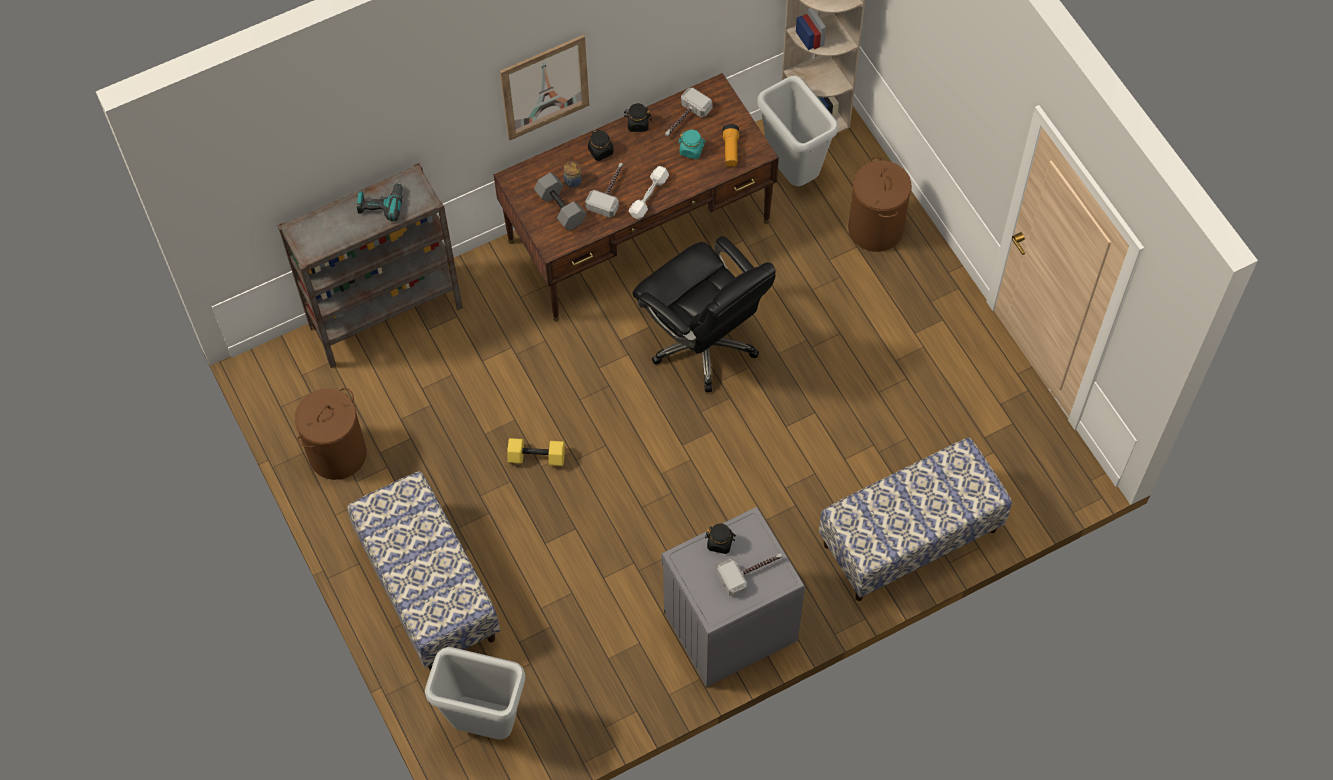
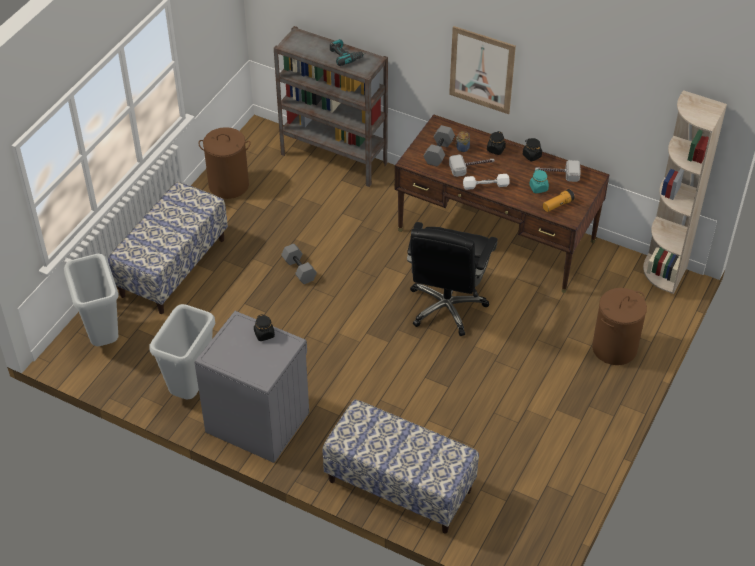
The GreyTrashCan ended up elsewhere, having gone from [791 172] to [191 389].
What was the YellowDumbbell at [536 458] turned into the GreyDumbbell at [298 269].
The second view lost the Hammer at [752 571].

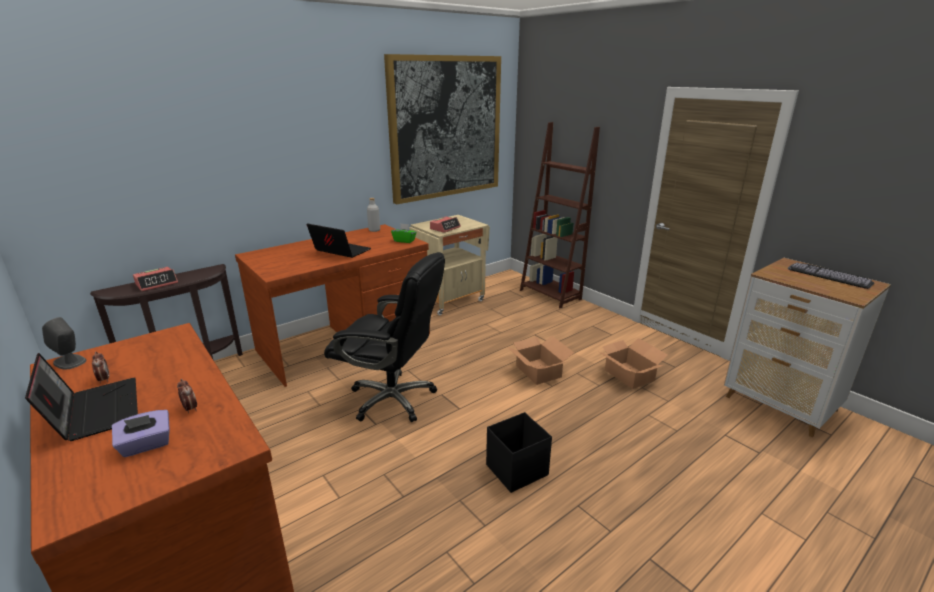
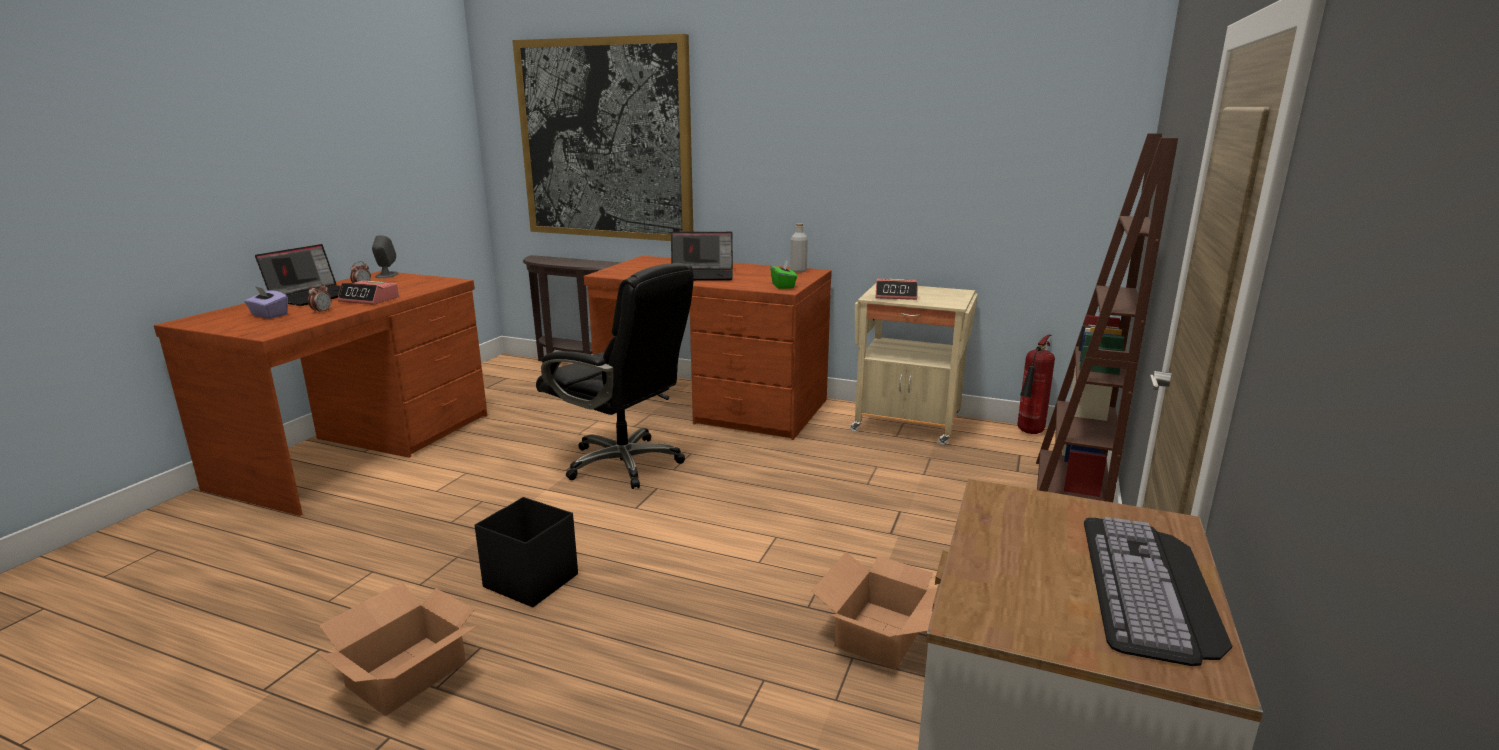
The Picture ended up elsewhere, having gone from [446 128] to [605 140].
The Laptop at [340 251] ended up facing another way, 90 degrees clockwise from before.
The BlackOfficeChair at [390 398] ended up facing another way, 45 degrees counterclockwise from before.
The AlarmClock ended up elsewhere, having gone from [157 283] to [369 299].
The CardboardBox ended up elsewhere, having gone from [538 372] to [405 674].
The second view gained the FireExtinguisher at [1029 433].

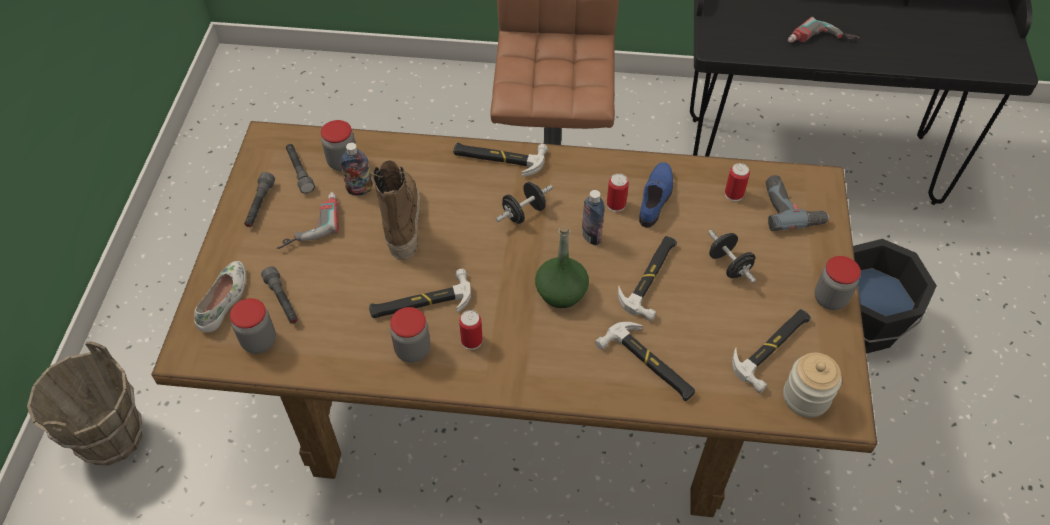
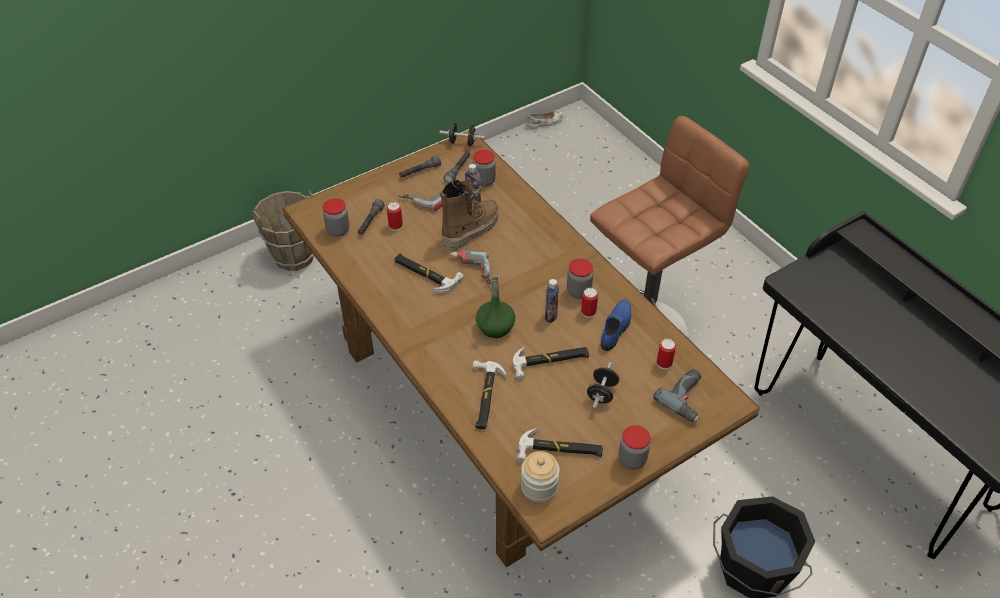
The PowerDrill ended up elsewhere, having gone from [821 42] to [471 272].
The second view lost the Hammer at [499 158].
The BlueShoe at [656 197] ended up facing another way, 45 degrees counterclockwise from before.
The BlackDumbbell ended up elsewhere, having gone from [524 213] to [462 142].
The WhiteShoe ended up elsewhere, having gone from [224 300] to [545 122].
The Jar ended up elsewhere, having gone from [413 350] to [578 291].
The Can ended up elsewhere, having gone from [471 341] to [395 226].

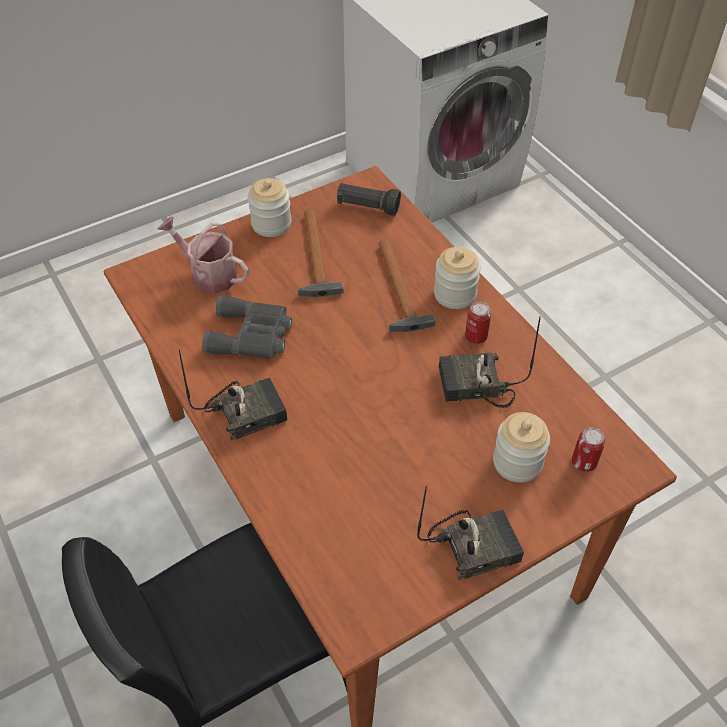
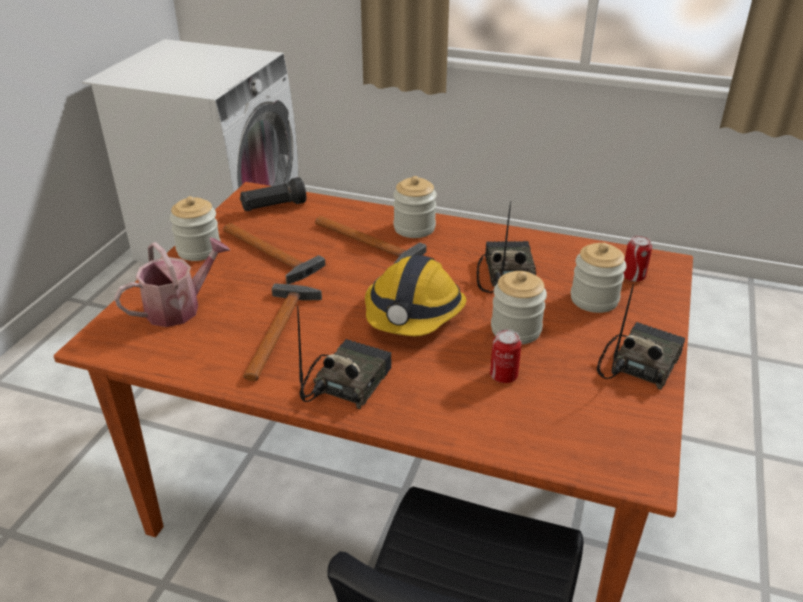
The WateringCan at [208 274] ended up facing another way, 150 degrees clockwise from before.
Where the GreyBinoculars stood at [252 336], the Hammer came to stand at [280 329].
The Can ended up elsewhere, having gone from [476 336] to [503 376].
The Radio at [474 387] ended up facing another way, 135 degrees clockwise from before.
The second view gained the HardHat at [414 313].
The second view gained the Jar at [516 330].

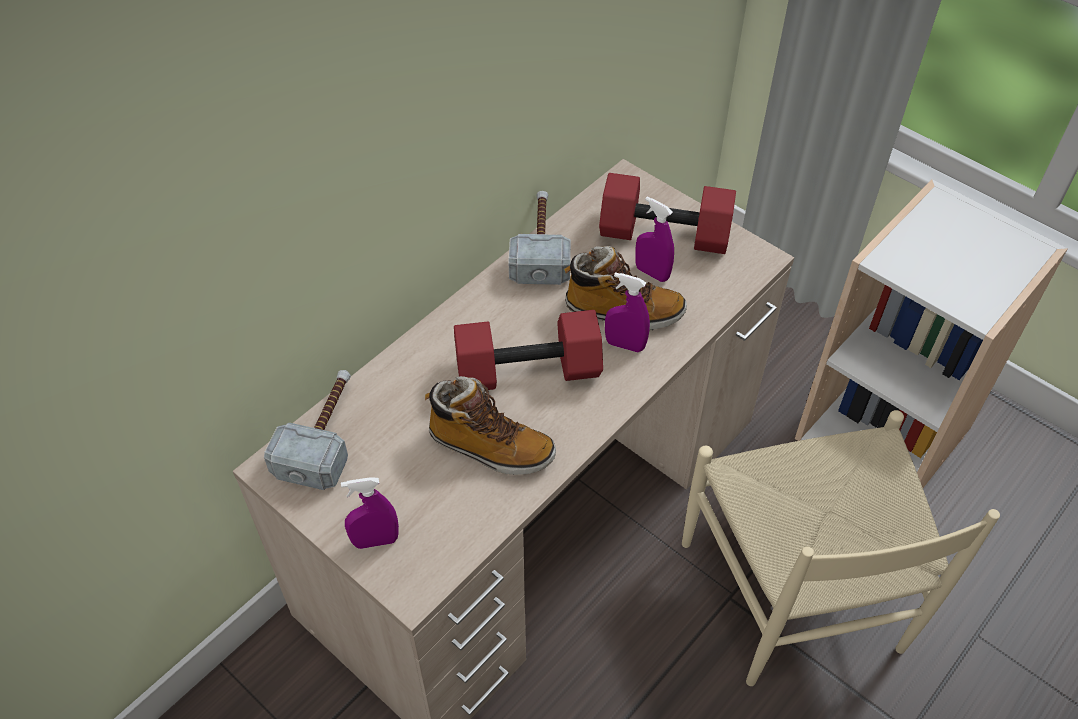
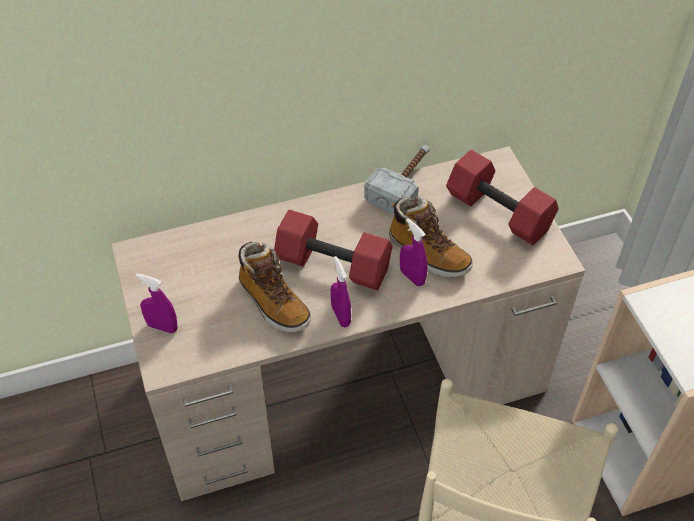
The PurpleSprayBottle ended up elsewhere, having gone from [652 273] to [340 316].
The second view lost the Hammer at [324 434].

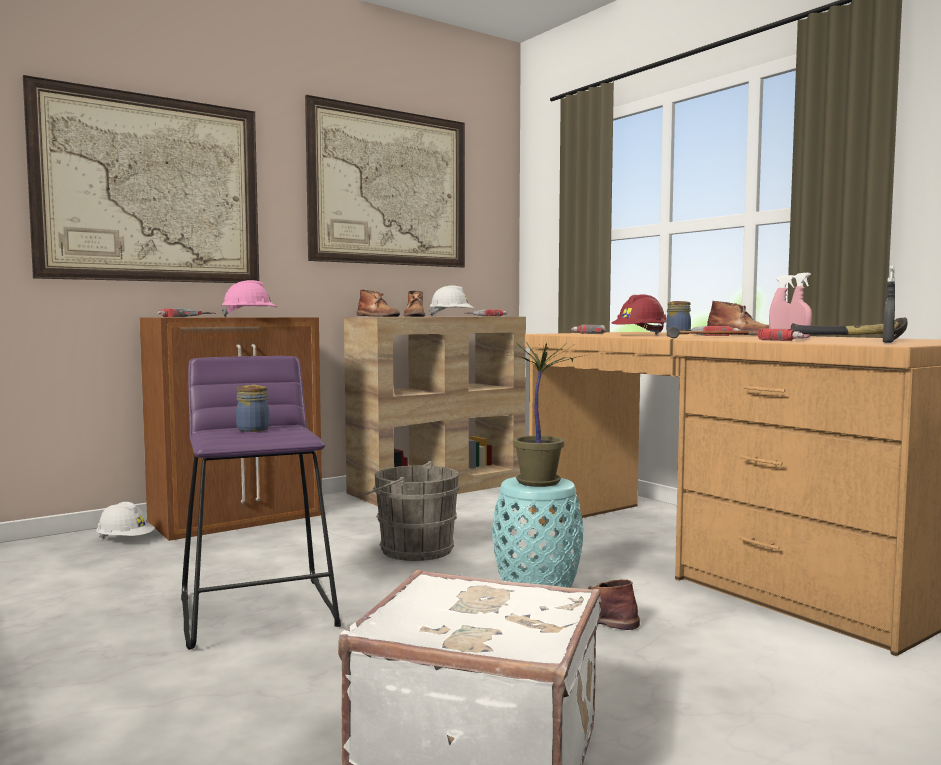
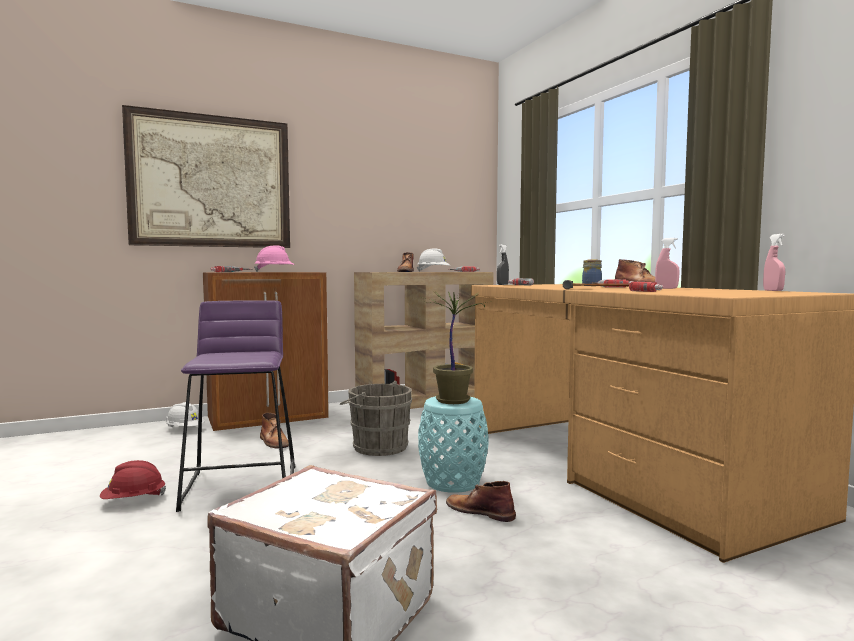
The second view lost the Picture at [389 188].
The GreySprayBottle ended up elsewhere, having gone from [888 342] to [502 284].
The PinkSprayBottle ended up elsewhere, having gone from [799 338] to [773 290].
The BrownBoot ended up elsewhere, having gone from [377 316] to [274 442].
The RedHardHat ended up elsewhere, having gone from [639 335] to [133 500].
The second view lost the Hammer at [849 340].
The second view lost the Jar at [254 429].

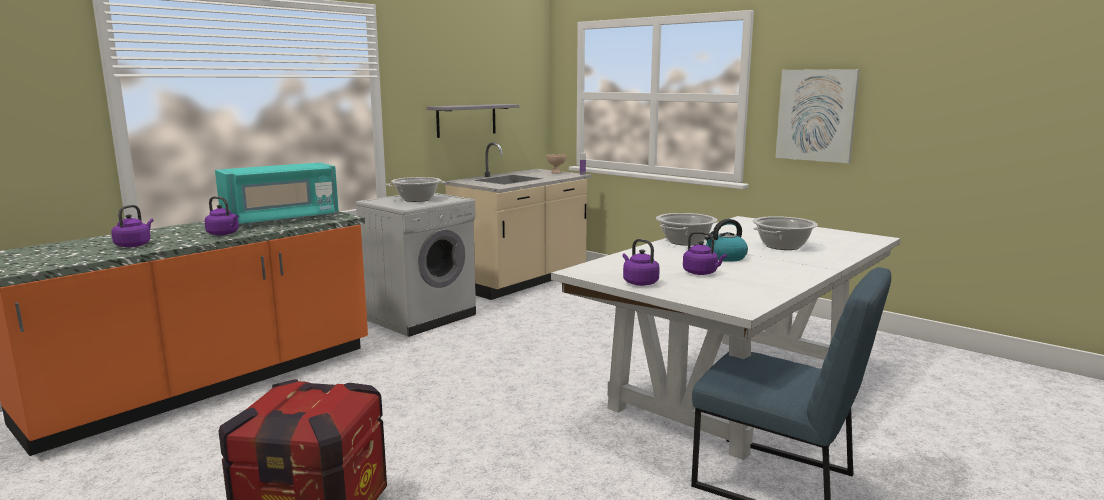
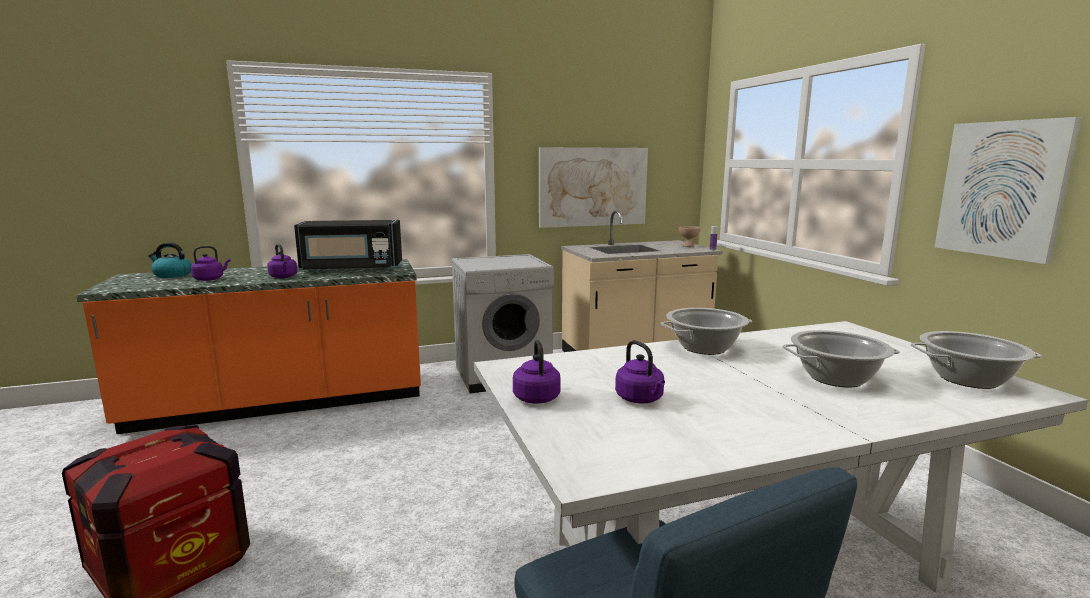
Where the GreyShelf hung at [466 120], the Picture came to hang at [593 187].
What was the TurquoiseMicrowave at [282 220] turned into the BlackMicrowave at [352 269].
The CookingPot ended up elsewhere, having gone from [417 199] to [968 379].
The Kettle ended up elsewhere, having gone from [725 257] to [172 275].

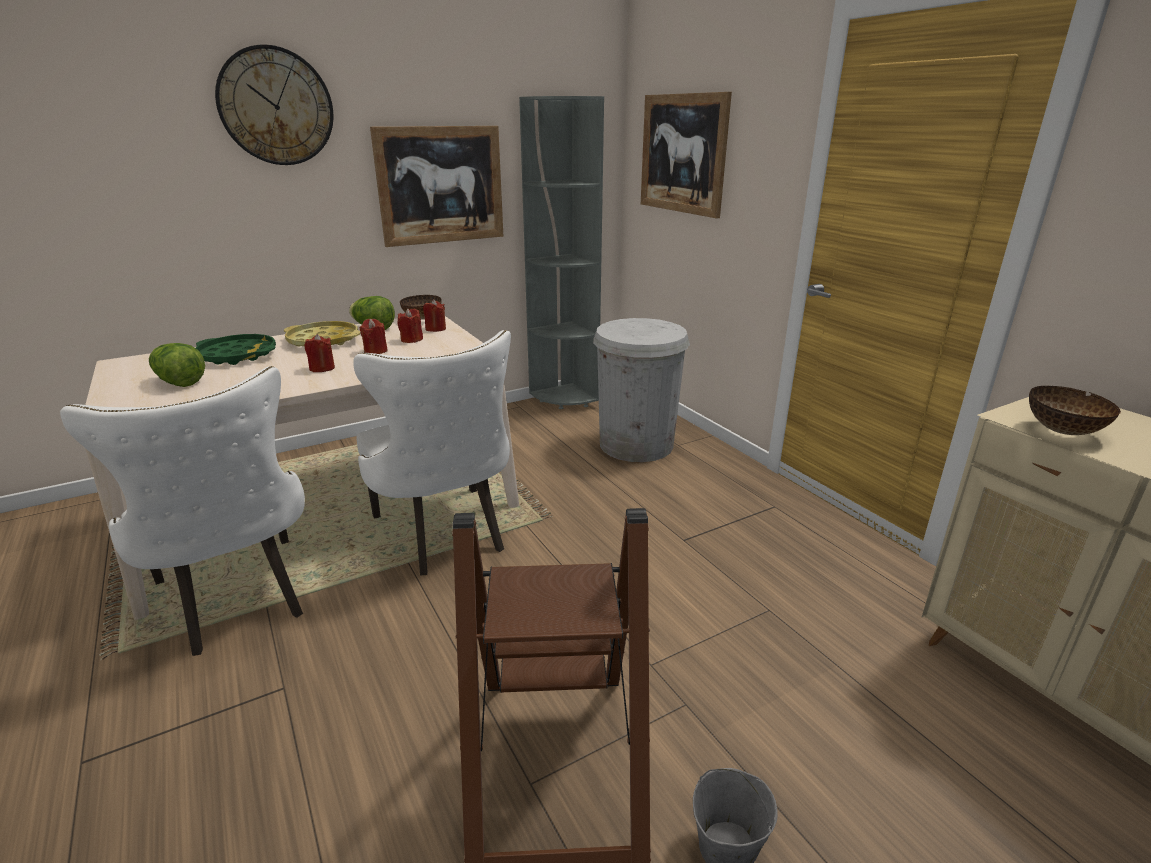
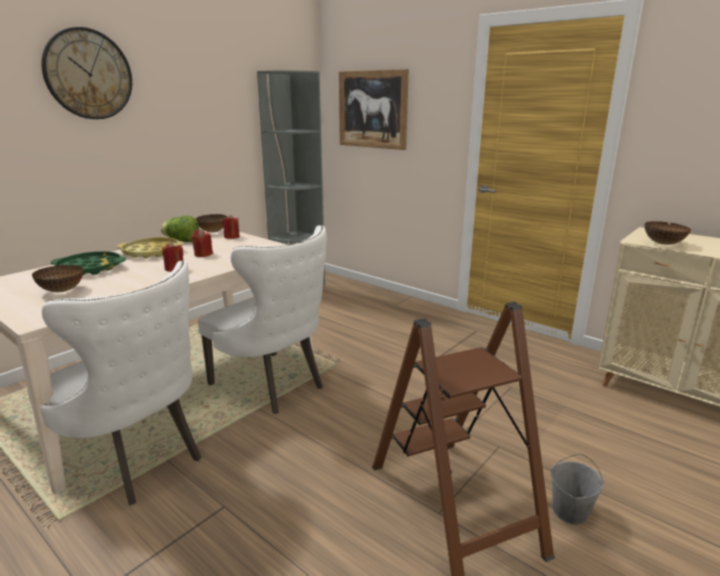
The second view lost the Picture at [441 185].
The second view lost the RedCandle at [411 339].
The second view lost the WhiteTrashCan at [636 444].
Where the Lettuce stood at [179 382], the Bowl came to stand at [62 291].

